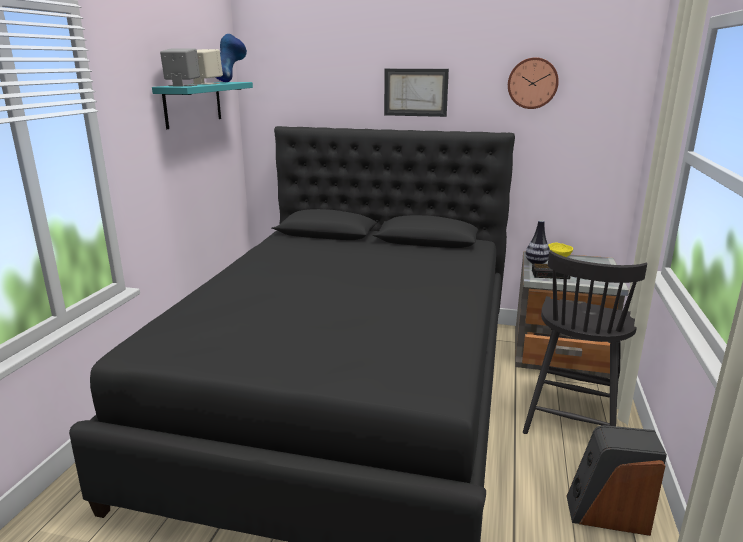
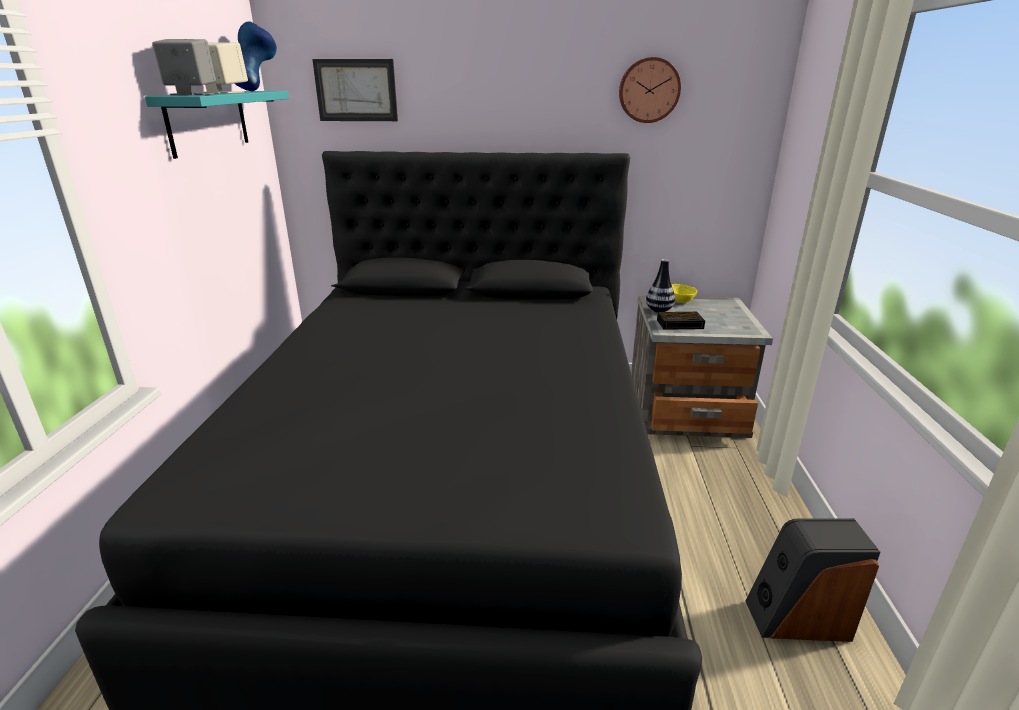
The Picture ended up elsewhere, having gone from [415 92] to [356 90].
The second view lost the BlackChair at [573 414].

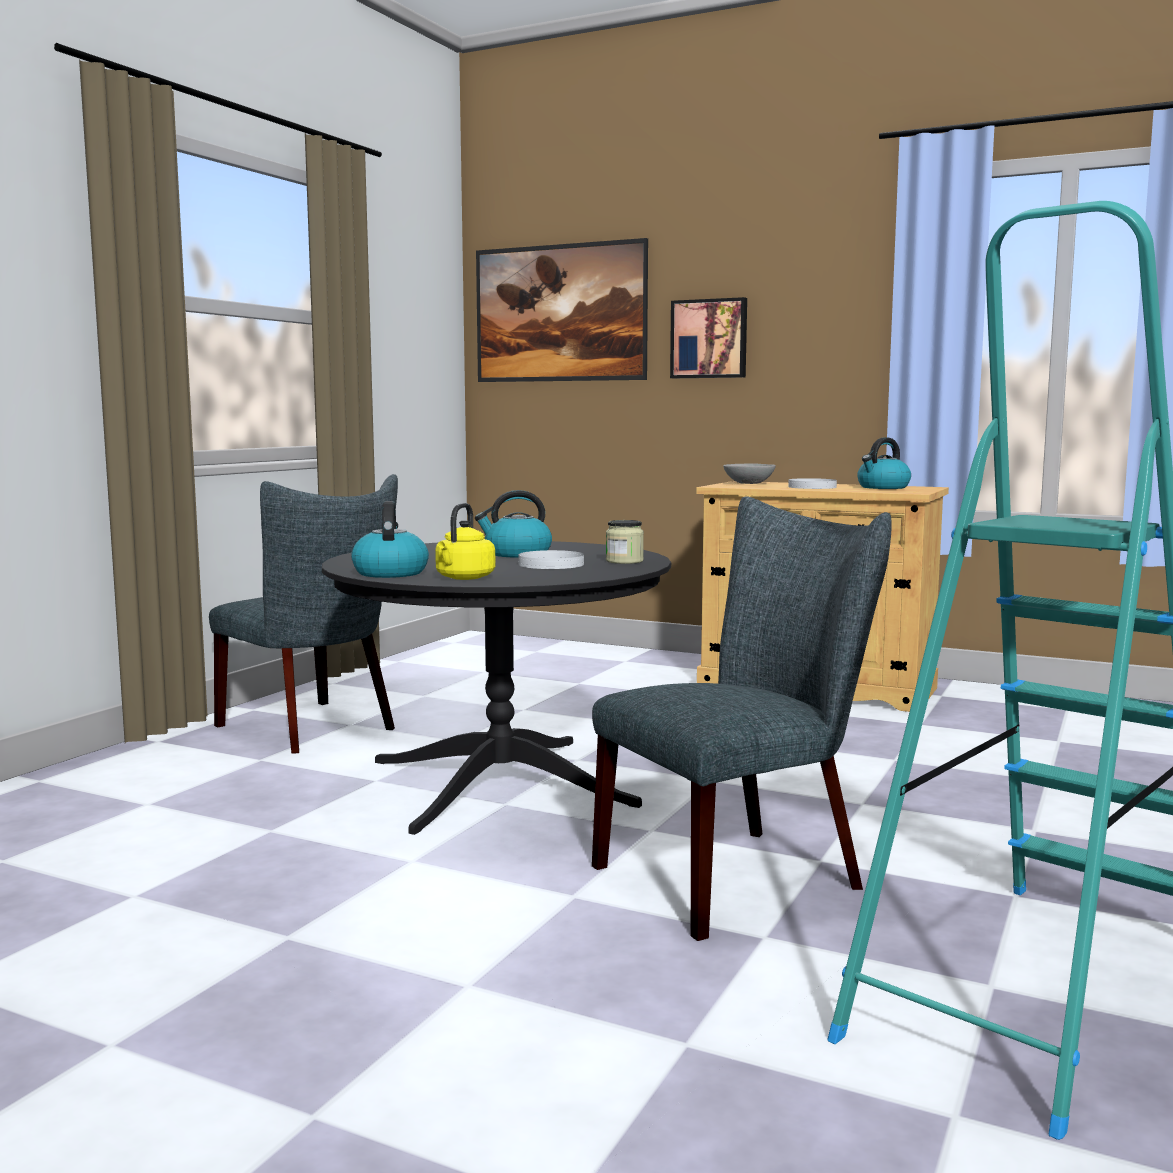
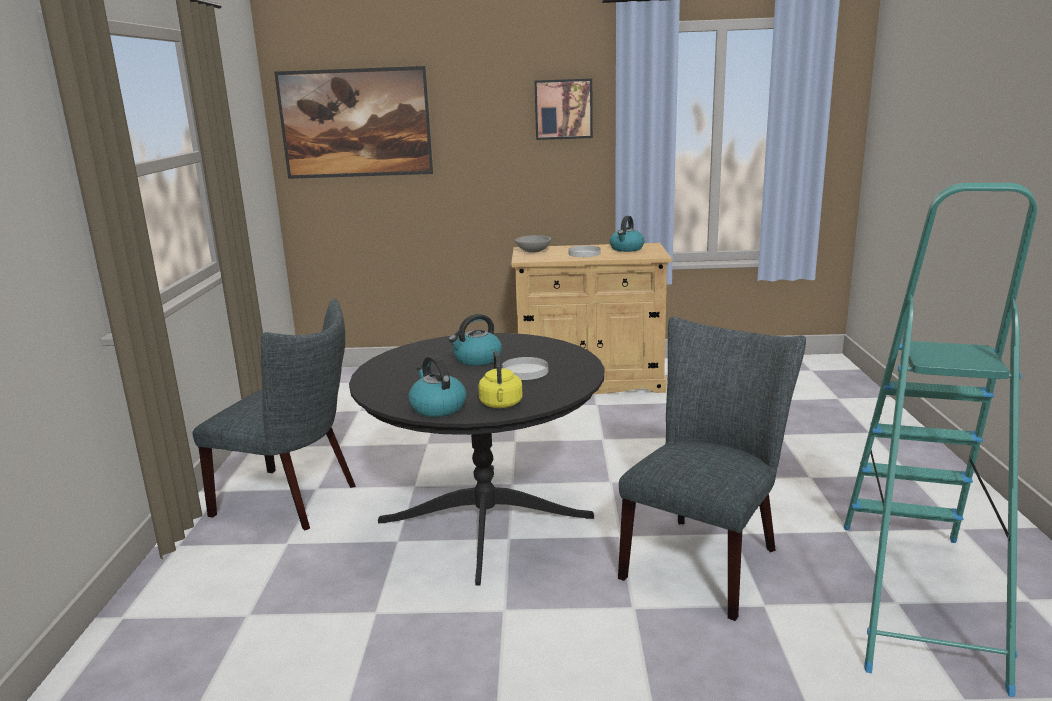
The Picture ended up elsewhere, having gone from [709 339] to [563 109].
The second view lost the Jar at [624 561].

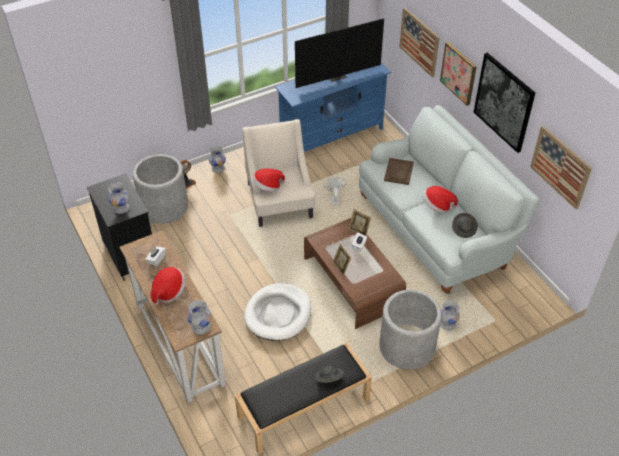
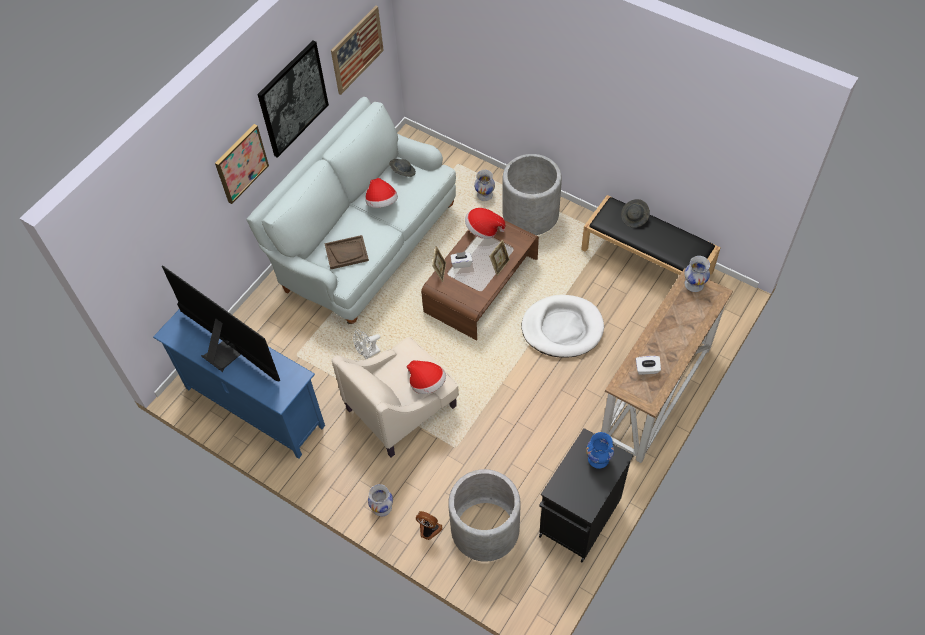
The second view lost the Picture at [419 42].
What was the WhiteVase at [121 208] turned into the BlueVase at [598 459].
The Hat ended up elsewhere, having gone from [168 291] to [483 230].

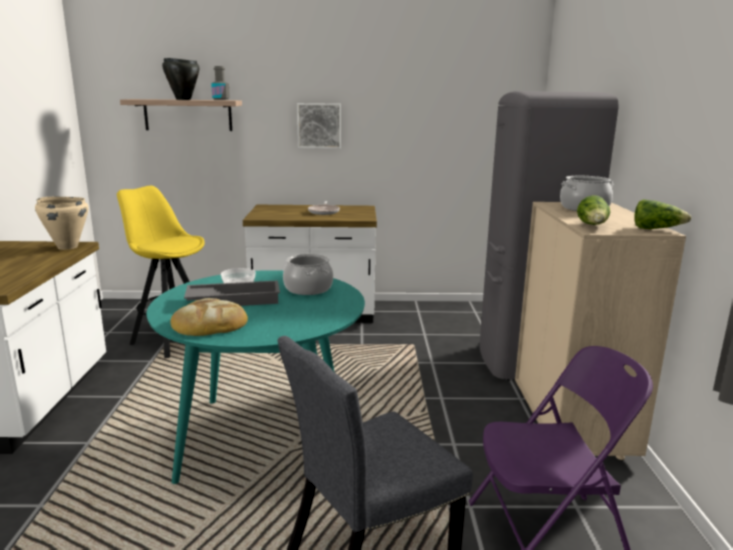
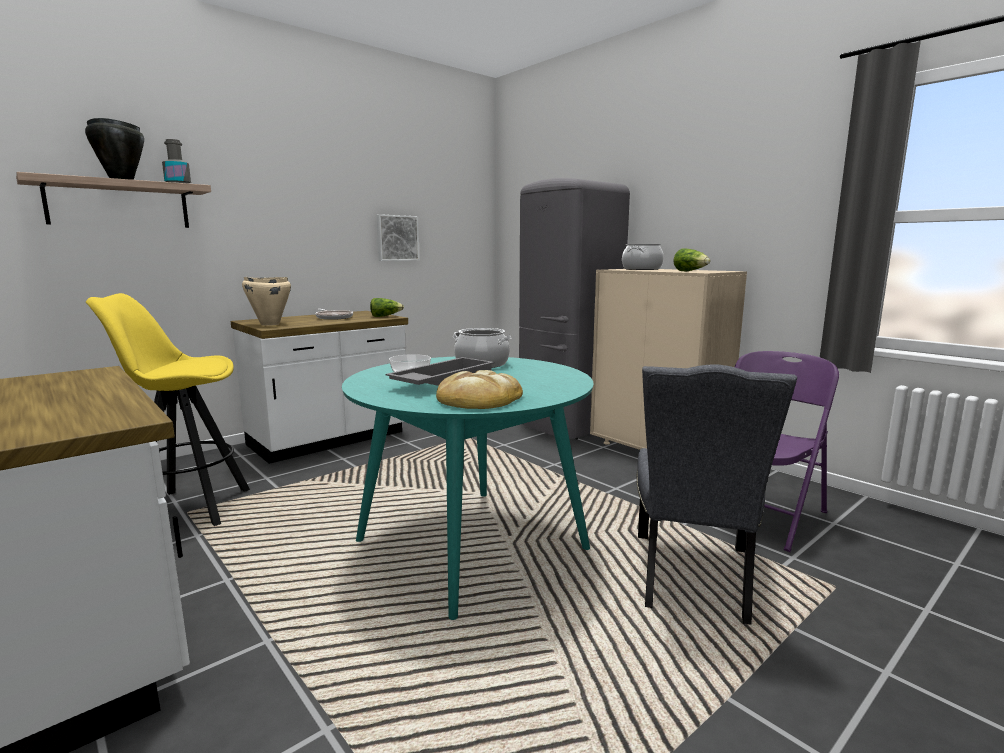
The Picture ended up elsewhere, having gone from [319 125] to [397 238].
The BeigeCookingPot ended up elsewhere, having gone from [67 247] to [269 324].
The Lettuce ended up elsewhere, having gone from [656 229] to [385 316].

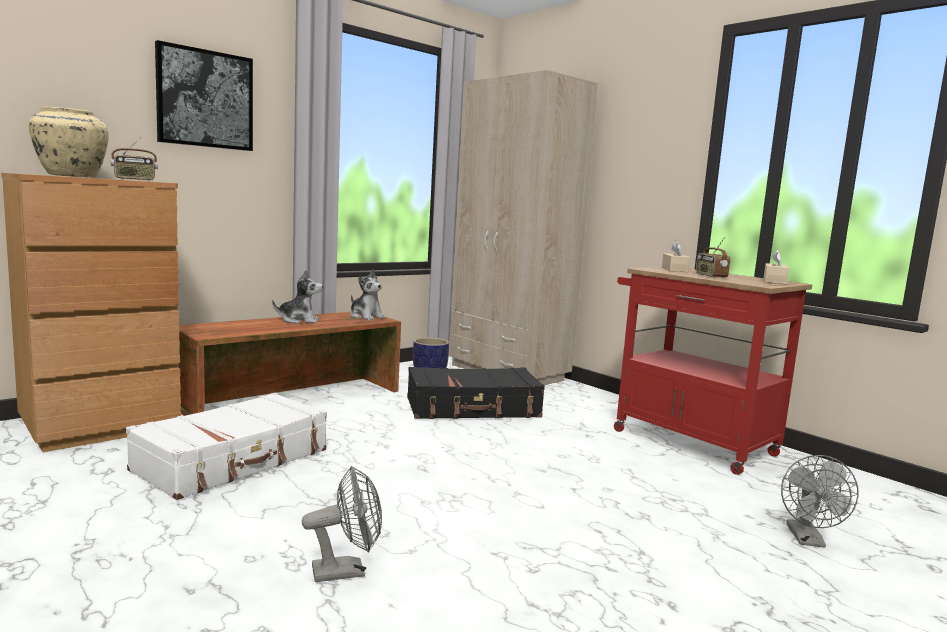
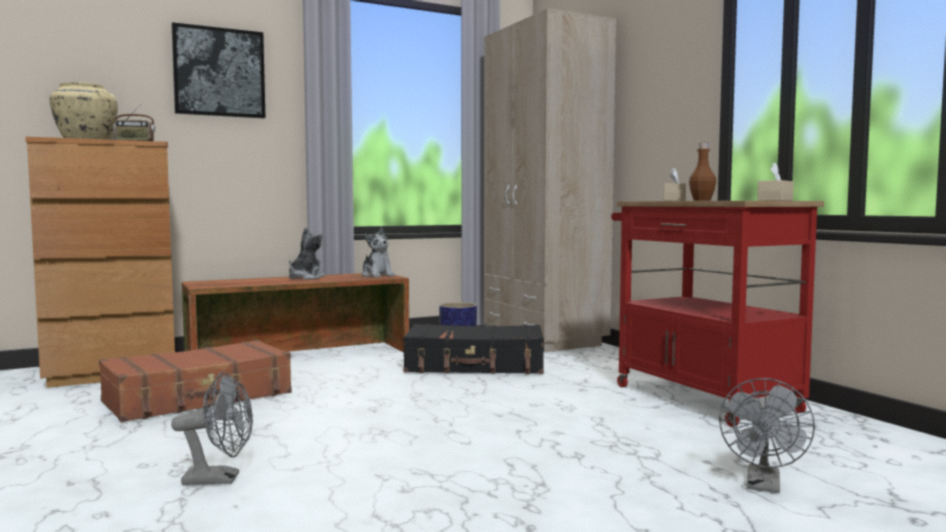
Where the Radio stood at [710 276], the BrownBottle came to stand at [702 200].
The PlushToy at [299 320] ended up facing another way, 75 degrees counterclockwise from before.
What was the WhiteSuitcase at [234 461] turned into the BrownSuitcase at [199 398].

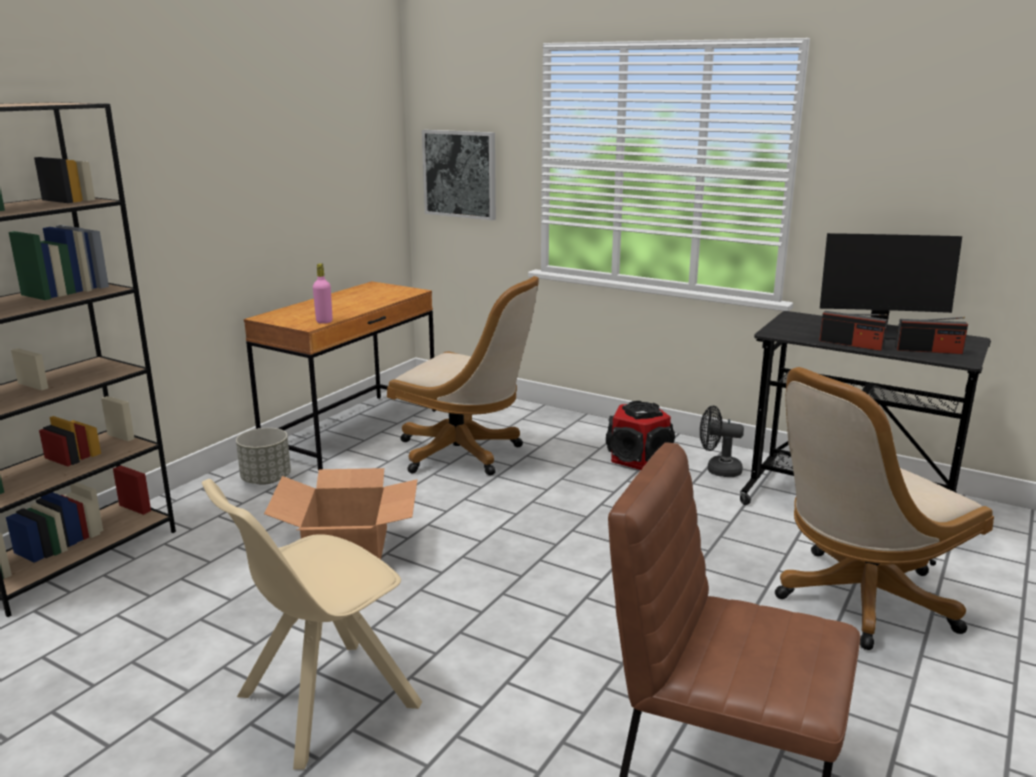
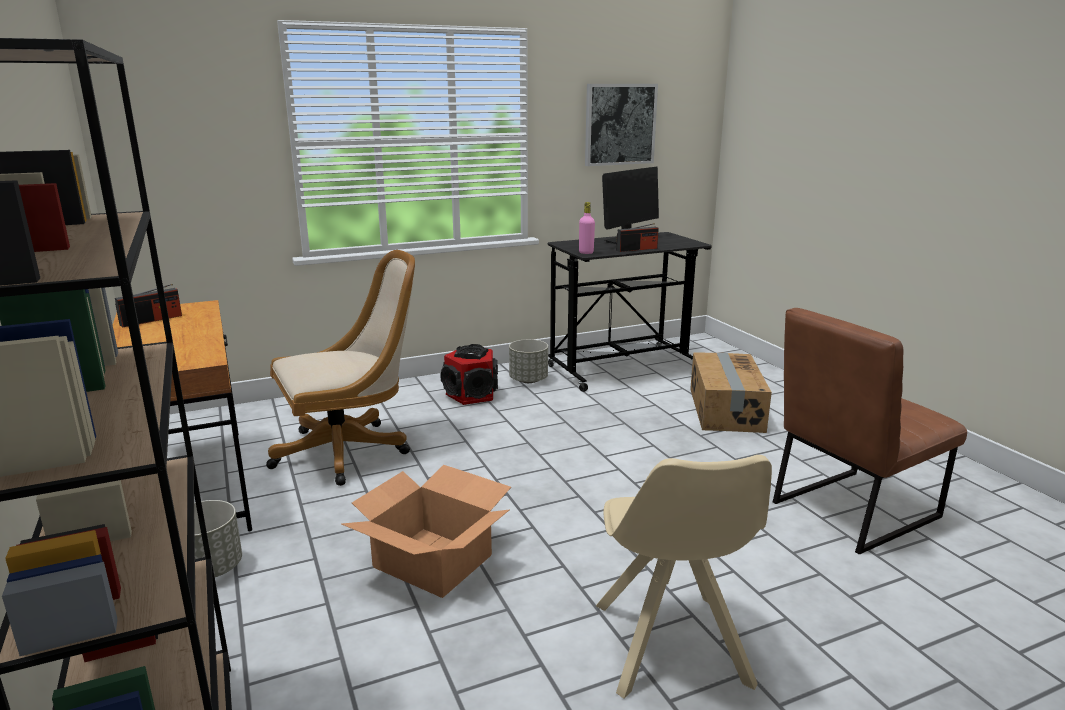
The Picture ended up elsewhere, having gone from [460 174] to [620 124].
The PinkBottle ended up elsewhere, having gone from [324 321] to [586 252].
The Radio ended up elsewhere, having gone from [928 350] to [151 320].
Where the OfficeChair stood at [857 602], the CardboardBox came to stand at [725 409].
Where the BlackFan stood at [718 470], the GreyPlanter came to stand at [529 380].

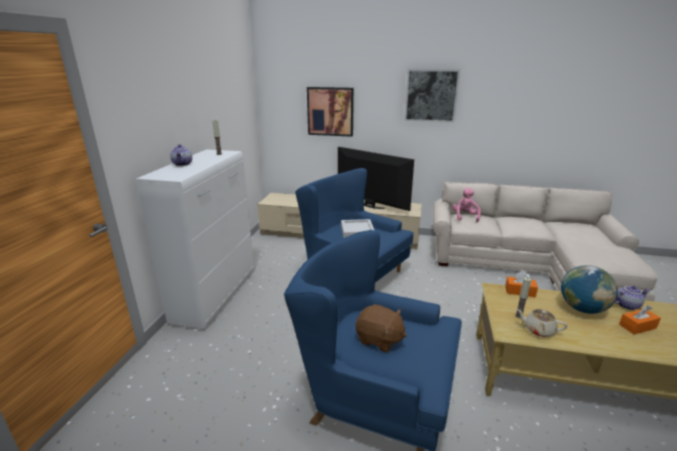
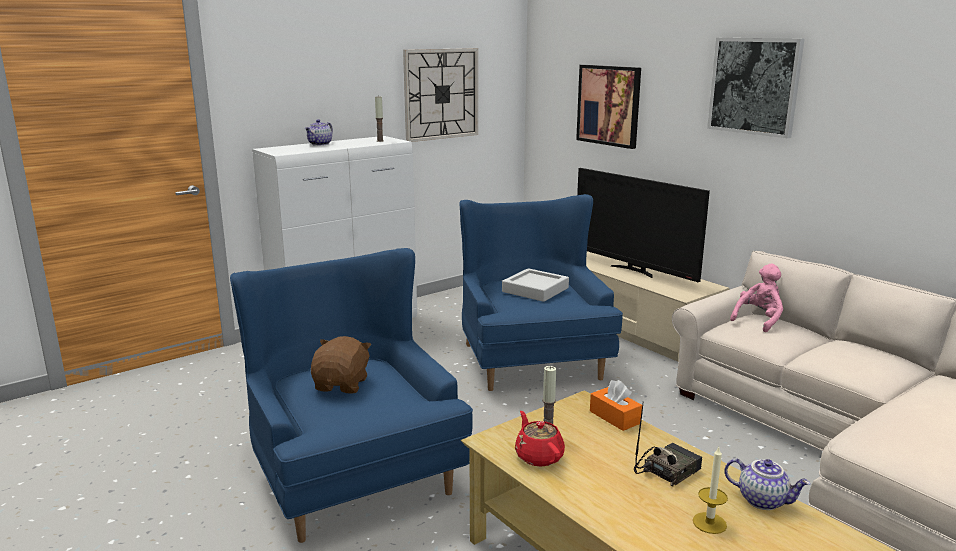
The Television at [370 206] ended up facing another way, 150 degrees clockwise from before.
Where the Globe stood at [582 309], the Radio came to stand at [666 470].
The BrownPlushToy at [379 340] ended up facing another way, 150 degrees counterclockwise from before.
Where the OrangeTissueBox stood at [637 326], the Candle came to stand at [709 523].
What was the BeigeTeapot at [538 330] turned into the RedTeapot at [538 456].
The second view gained the WallClock at [441 94].

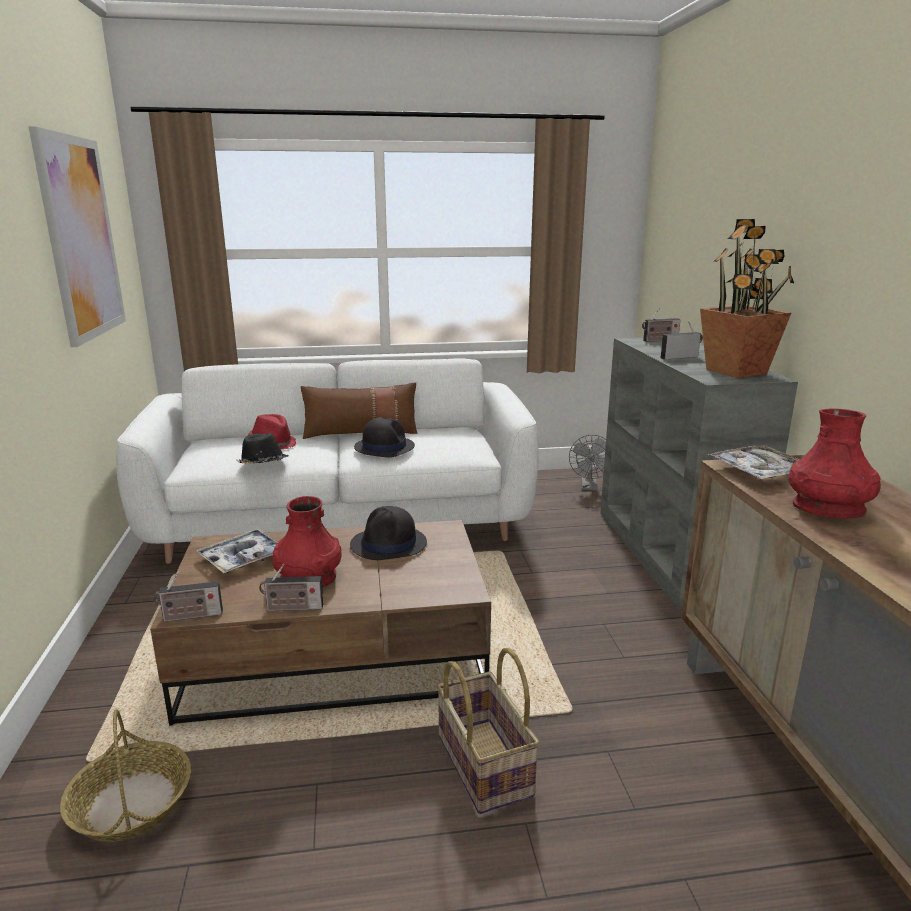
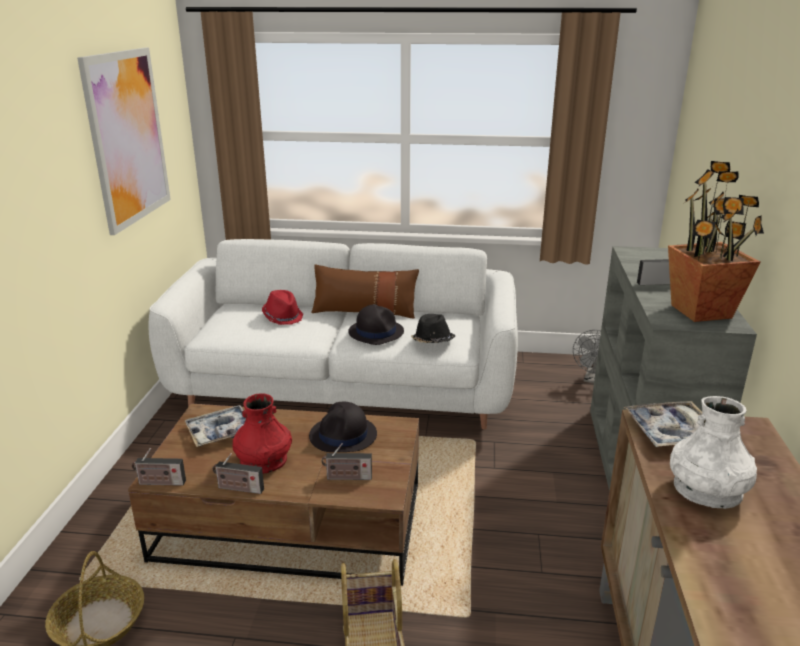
The Radio ended up elsewhere, having gone from [659 340] to [347 477].
What was the RedVase at [828 508] turned into the WhiteVase at [707 491].
The BlackHat ended up elsewhere, having gone from [262 464] to [432 341].

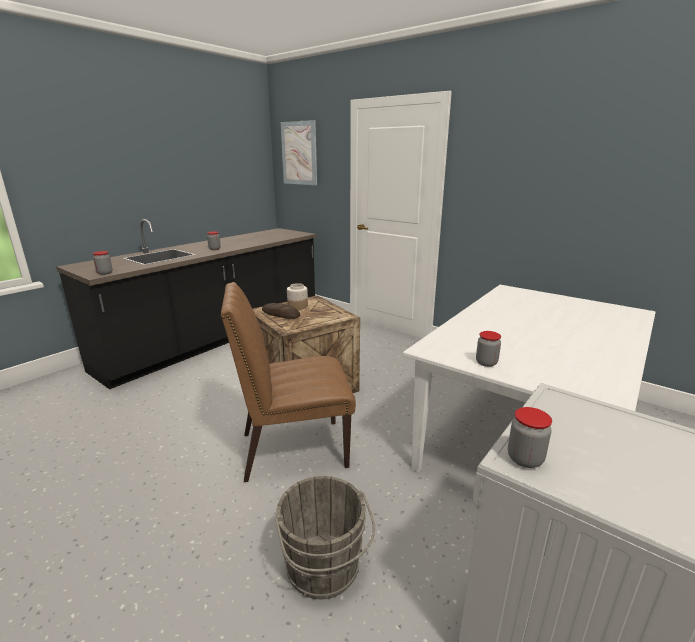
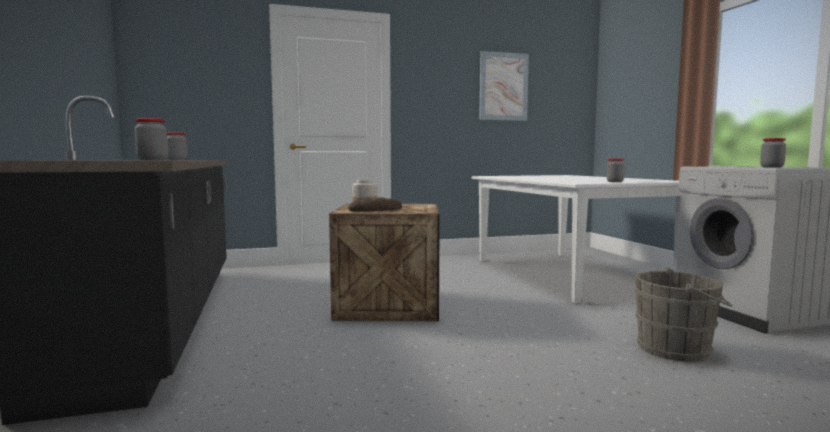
The Picture ended up elsewhere, having gone from [299 153] to [503 86].
The second view lost the BrownChair at [294 449].

